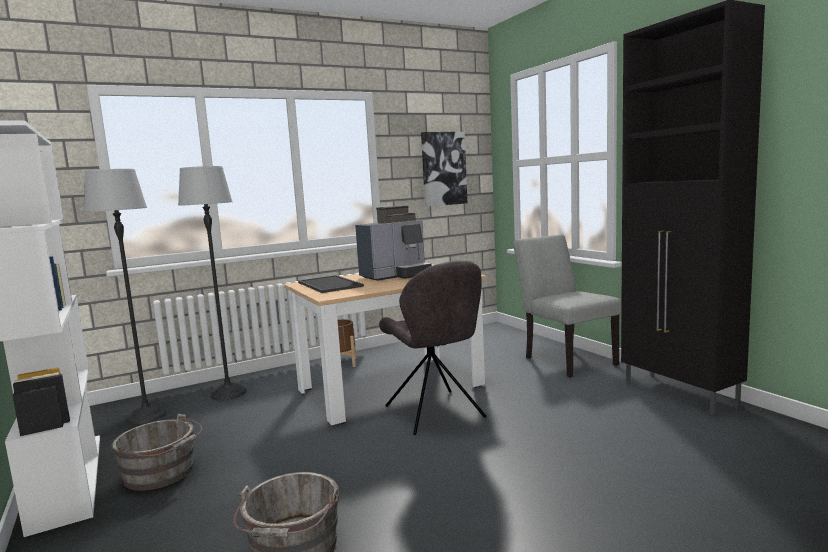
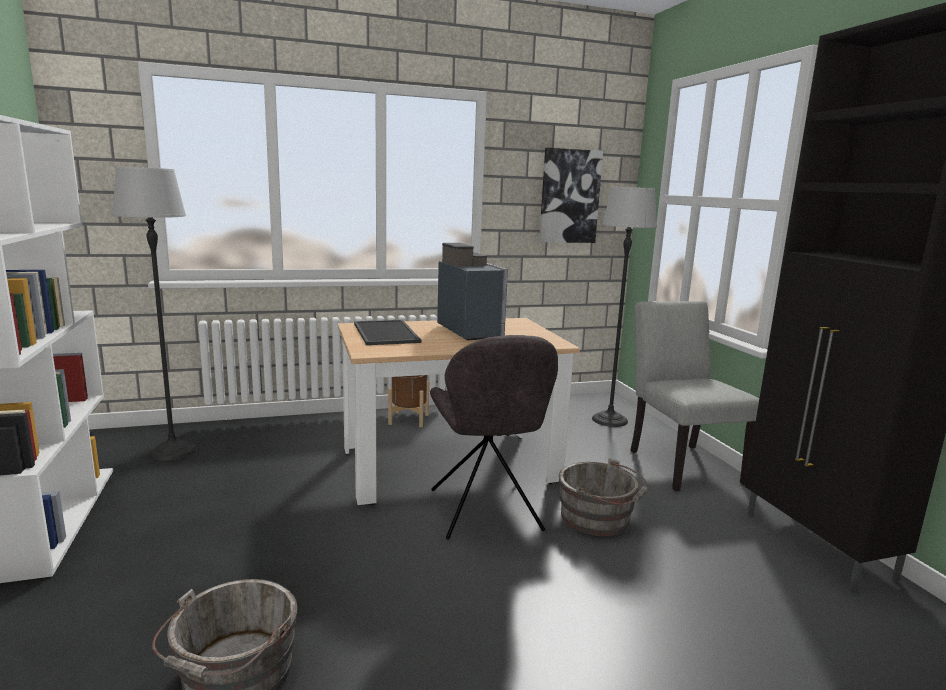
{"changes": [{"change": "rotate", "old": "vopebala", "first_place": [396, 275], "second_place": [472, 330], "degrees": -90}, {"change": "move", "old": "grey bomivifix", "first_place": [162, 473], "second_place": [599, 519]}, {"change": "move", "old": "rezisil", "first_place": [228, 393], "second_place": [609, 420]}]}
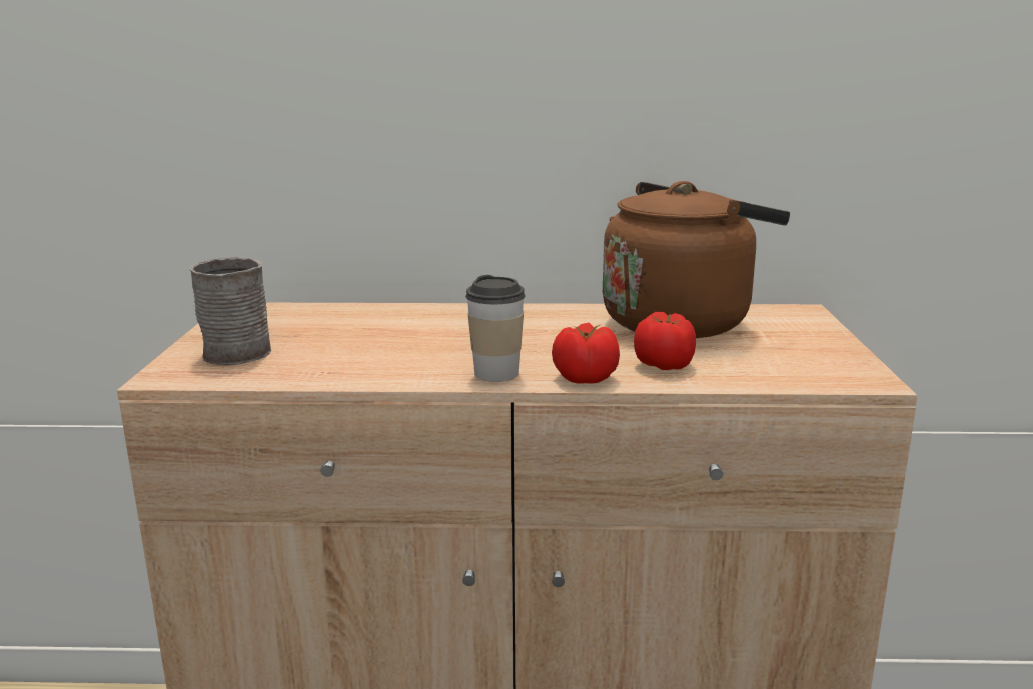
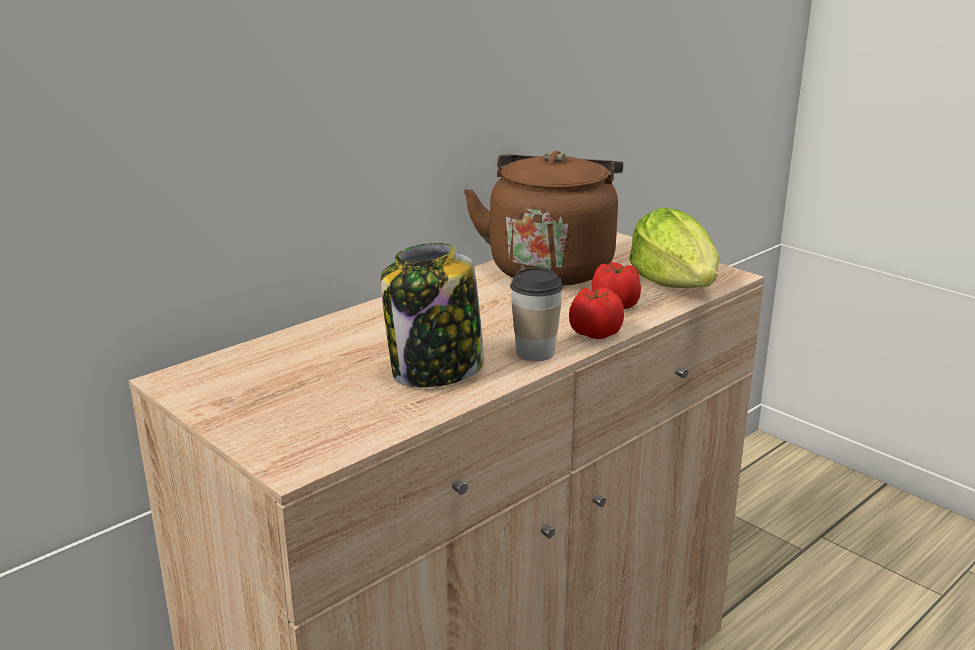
{"changes": [{"change": "insert", "new": "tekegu", "second_place": [435, 371]}, {"change": "insert", "new": "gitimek", "second_place": [676, 285]}, {"change": "delete", "old": "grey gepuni", "first_place": [238, 350]}]}
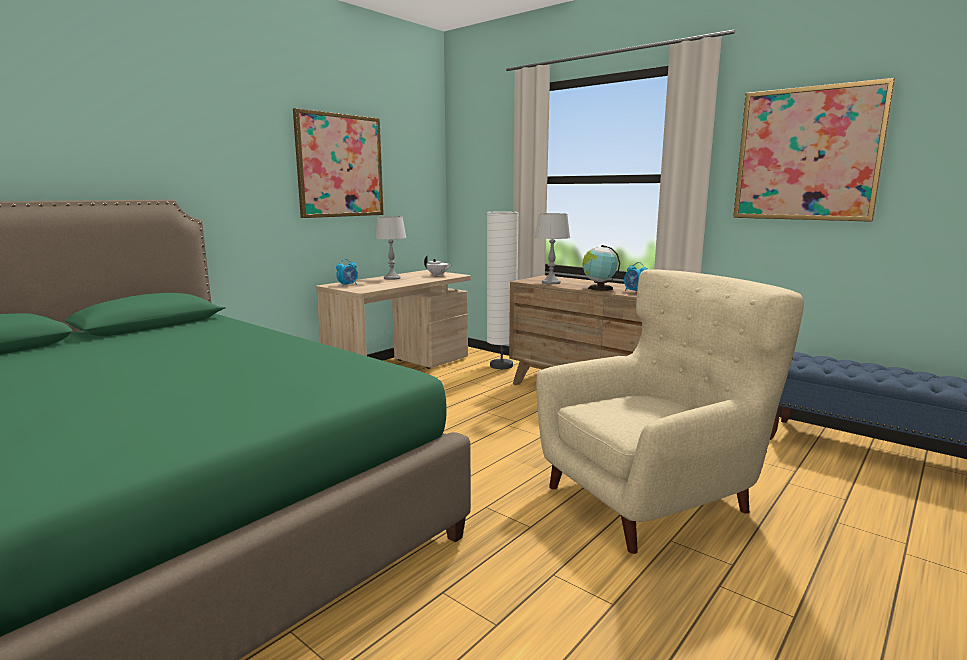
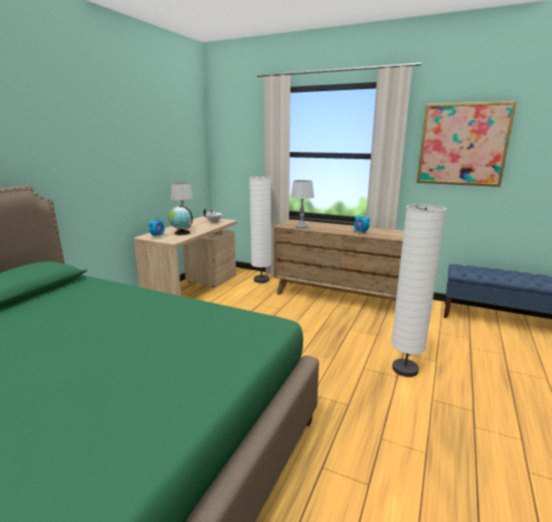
{"changes": [{"change": "move", "old": "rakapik", "first_place": [598, 288], "second_place": [181, 233]}, {"change": "replace", "old": "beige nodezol", "new": "white rezisil", "first_place": [651, 497], "second_place": [405, 369]}, {"change": "delete", "old": "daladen", "first_place": [340, 166]}]}
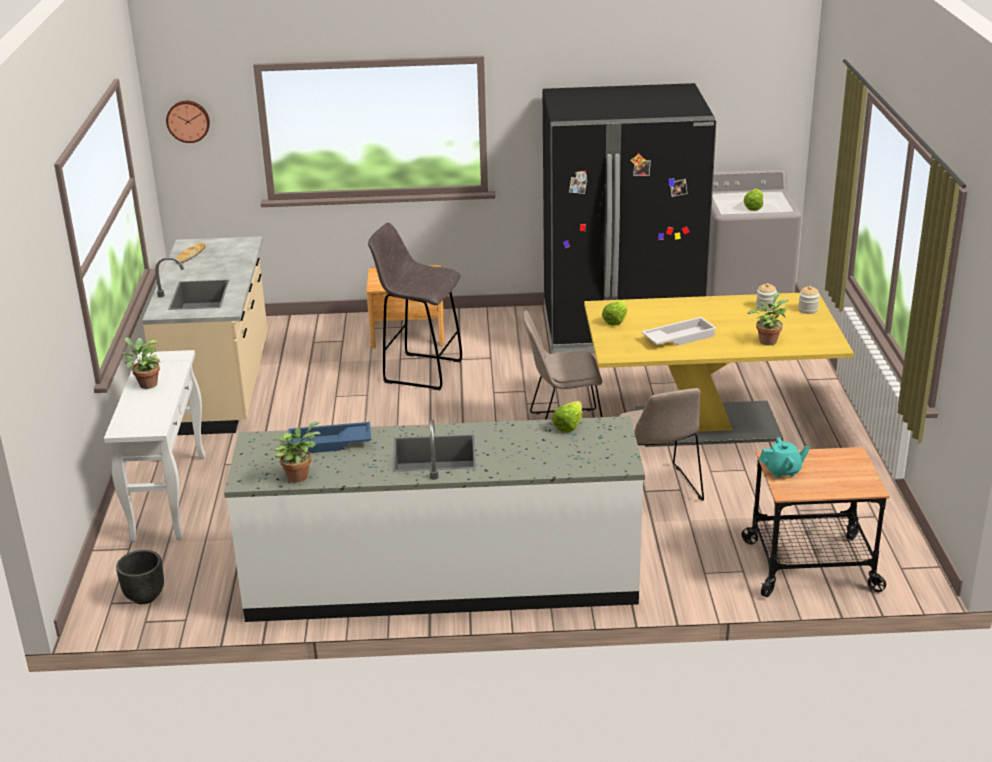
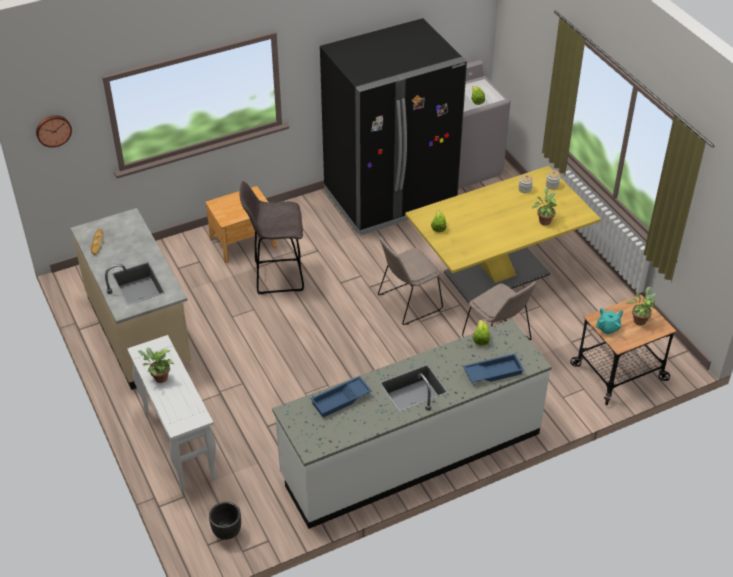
{"changes": [{"change": "insert", "new": "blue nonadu", "second_place": [493, 372]}, {"change": "move", "old": "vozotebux", "first_place": [299, 475], "second_place": [639, 319]}, {"change": "delete", "old": "white nonadu", "first_place": [678, 337]}]}
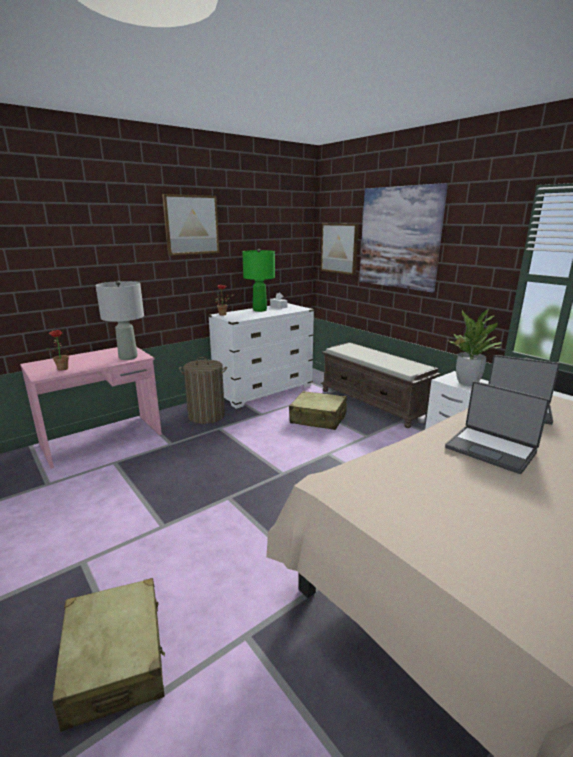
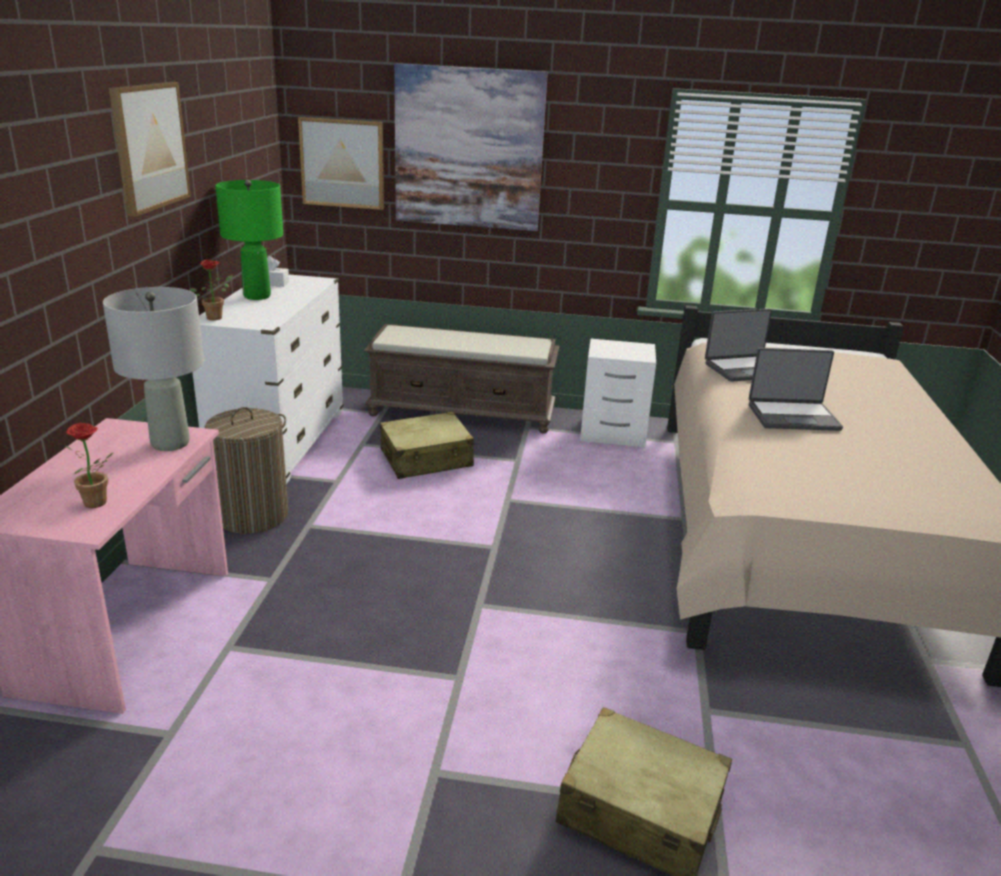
{"changes": [{"change": "delete", "old": "vozotebux", "first_place": [467, 383]}]}
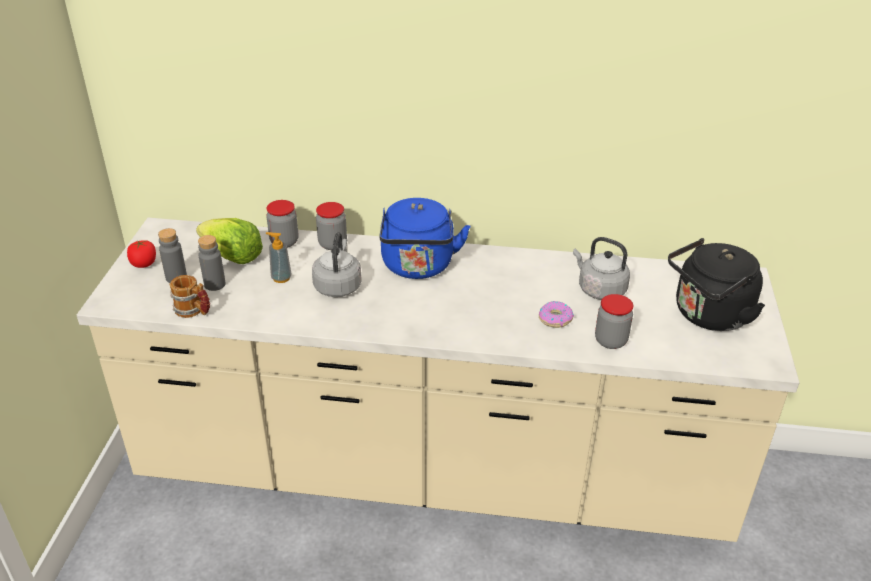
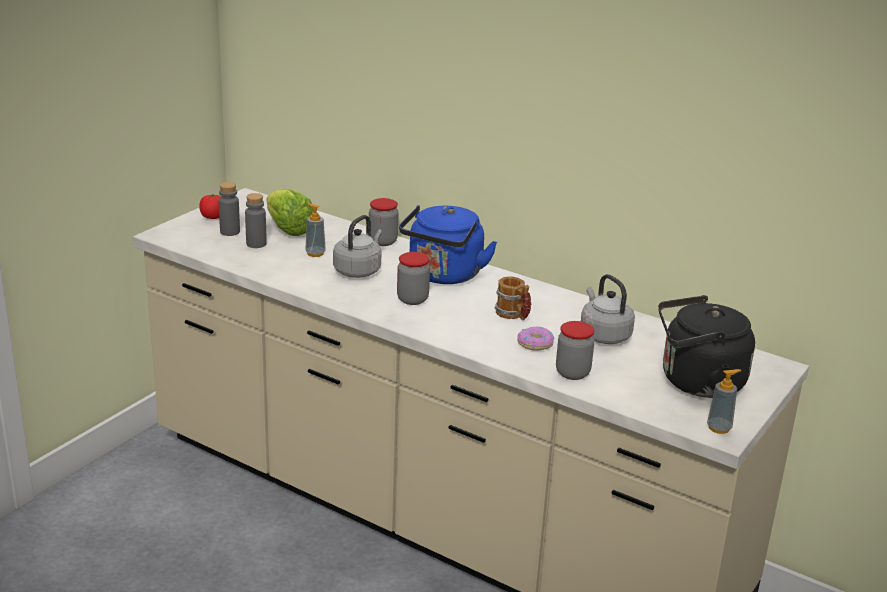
{"changes": [{"change": "move", "old": "tekegu", "first_place": [284, 242], "second_place": [412, 299]}, {"change": "move", "old": "gepuni", "first_place": [193, 311], "second_place": [513, 315]}, {"change": "insert", "new": "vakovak", "second_place": [719, 428]}]}
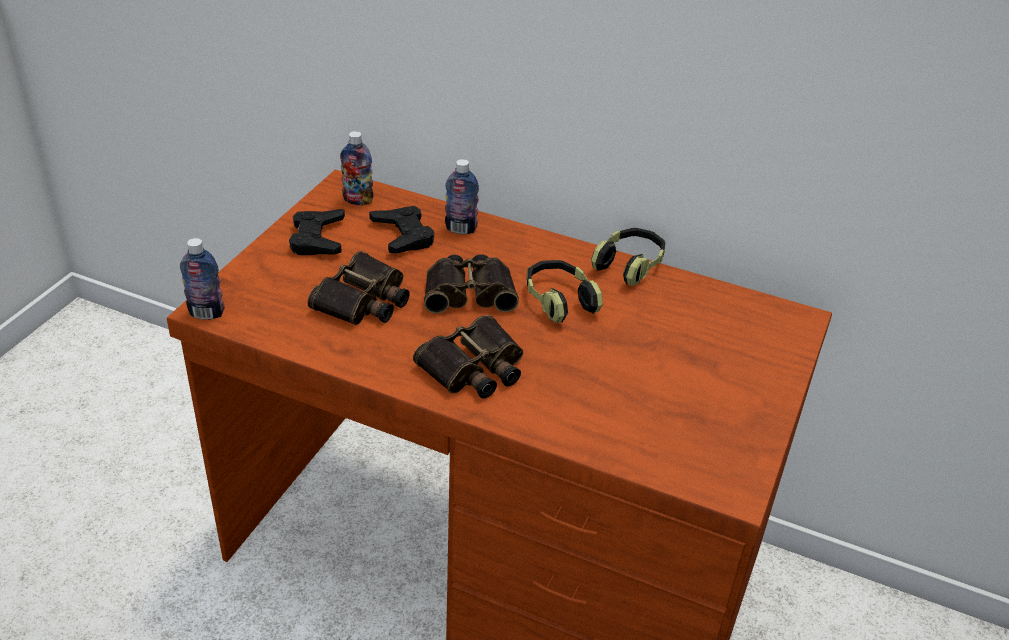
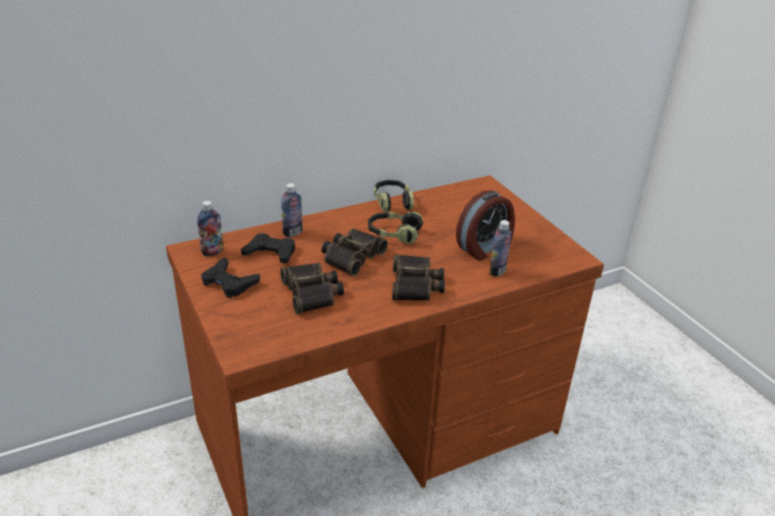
{"changes": [{"change": "insert", "new": "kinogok", "second_place": [485, 248]}, {"change": "move", "old": "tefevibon", "first_place": [206, 313], "second_place": [497, 271]}]}
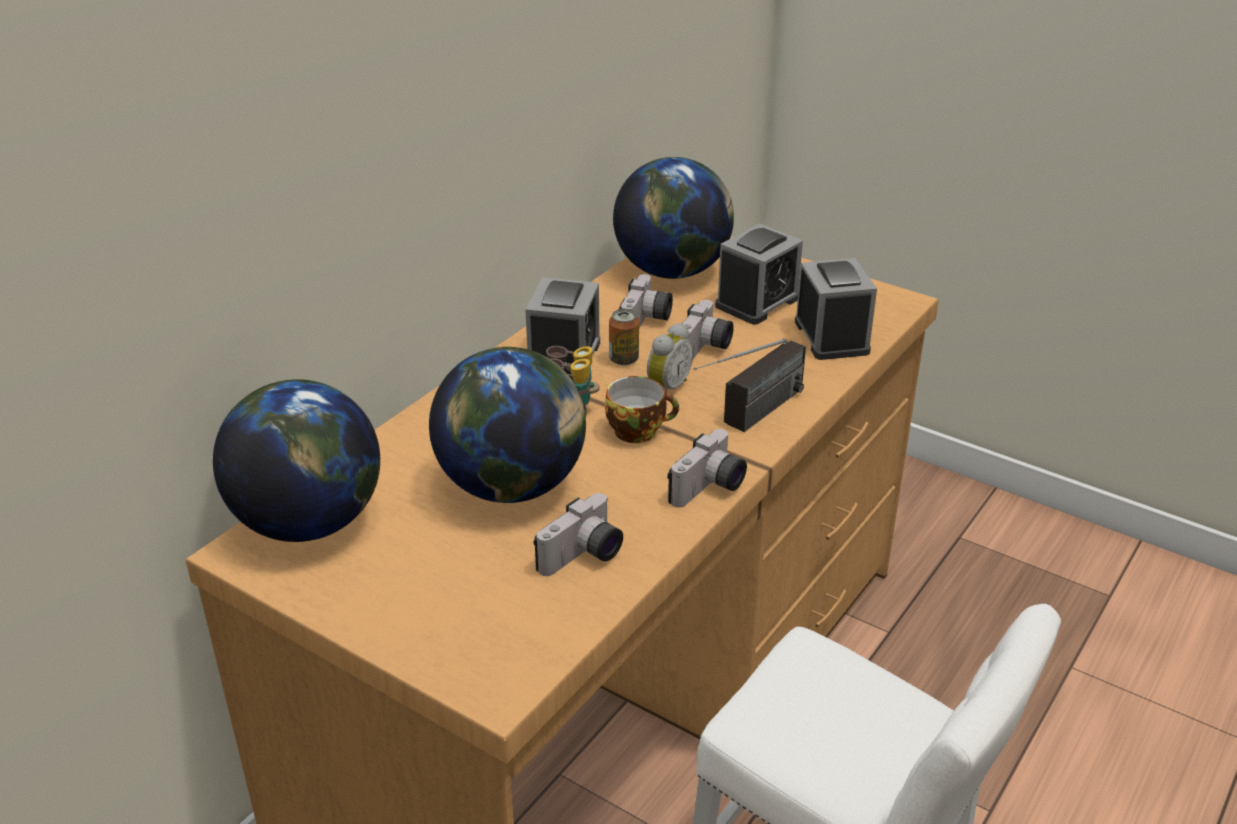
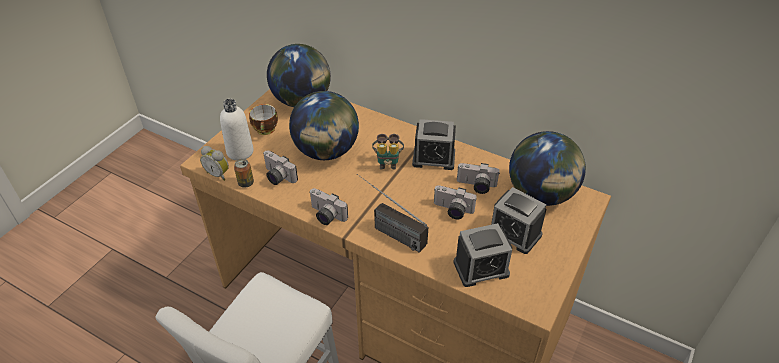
{"changes": [{"change": "move", "old": "kinogok", "first_place": [666, 388], "second_place": [218, 174]}, {"change": "insert", "new": "white tefevibon", "second_place": [240, 152]}, {"change": "move", "old": "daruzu", "first_place": [623, 359], "second_place": [246, 183]}, {"change": "move", "old": "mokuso", "first_place": [638, 430], "second_place": [266, 130]}]}
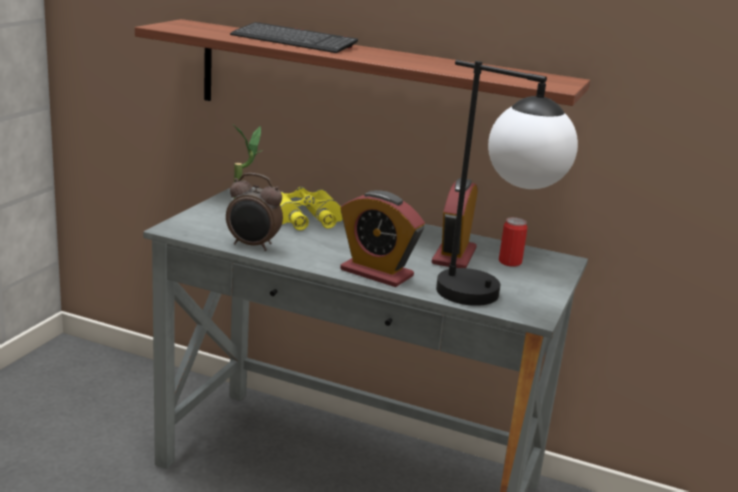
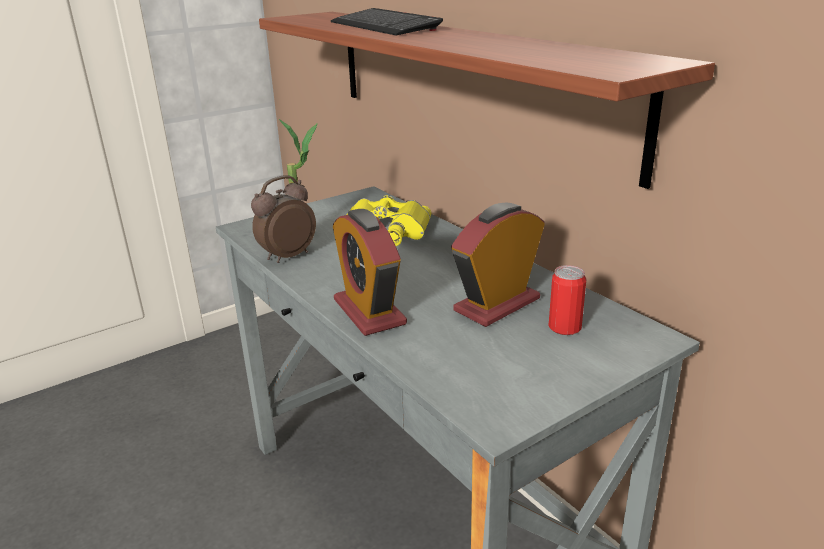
{"changes": [{"change": "rotate", "old": "kinogok", "first_place": [253, 246], "second_place": [287, 256], "degrees": 90}, {"change": "delete", "old": "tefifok", "first_place": [491, 299]}]}
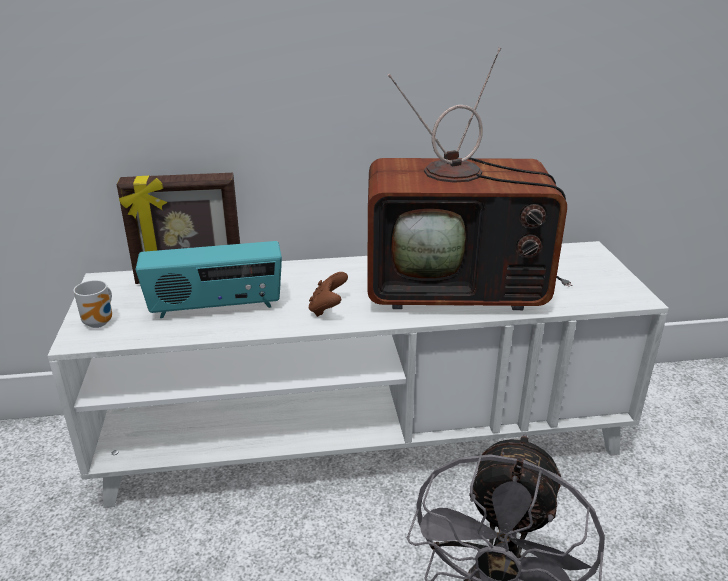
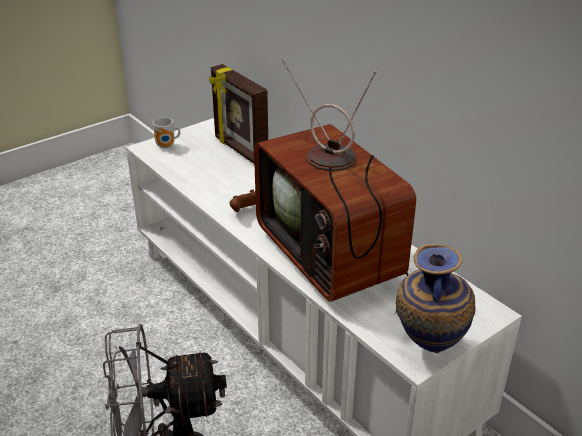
{"changes": [{"change": "insert", "new": "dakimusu", "second_place": [427, 348]}, {"change": "delete", "old": "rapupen", "first_place": [216, 307]}]}
